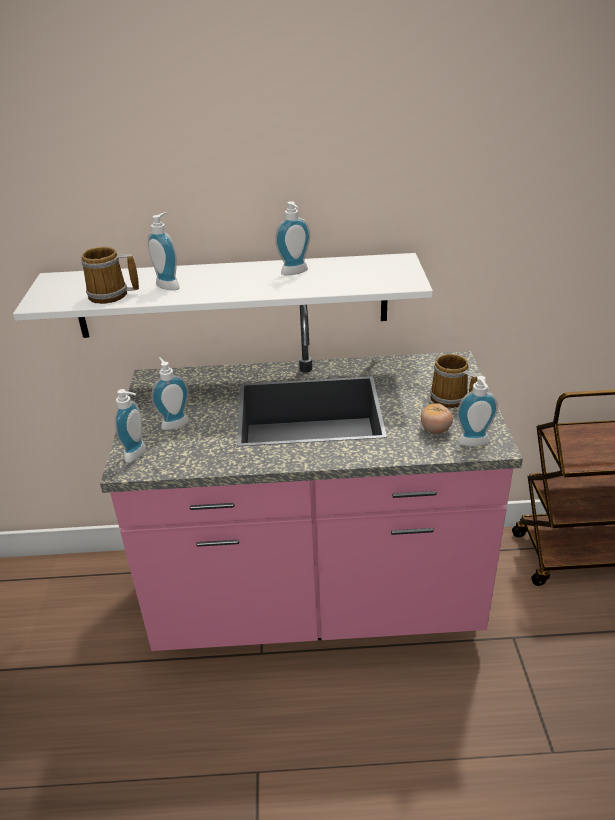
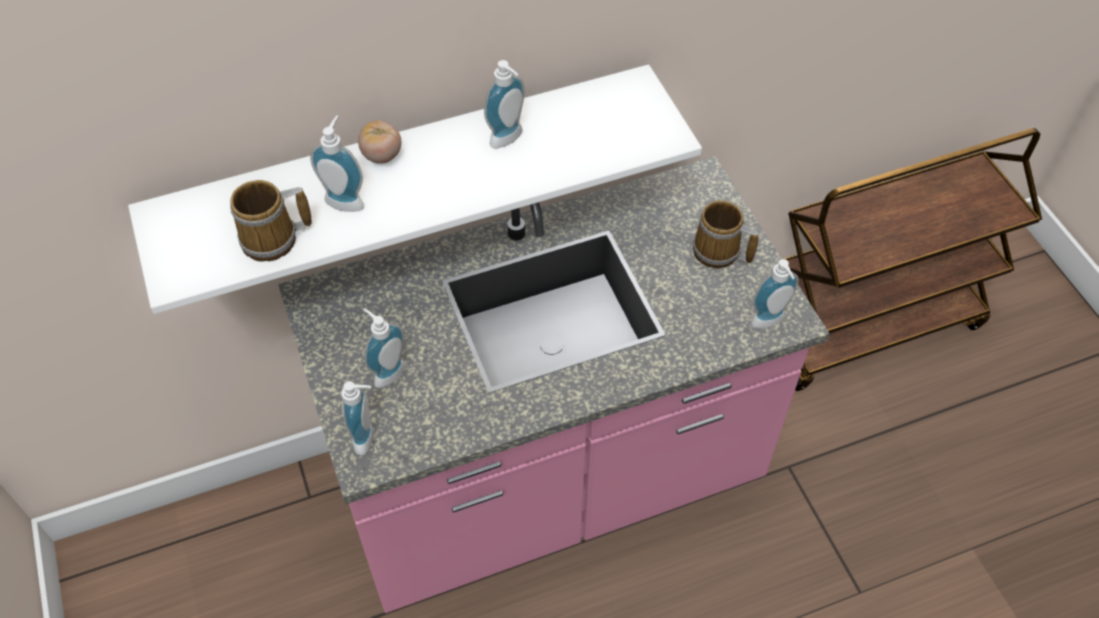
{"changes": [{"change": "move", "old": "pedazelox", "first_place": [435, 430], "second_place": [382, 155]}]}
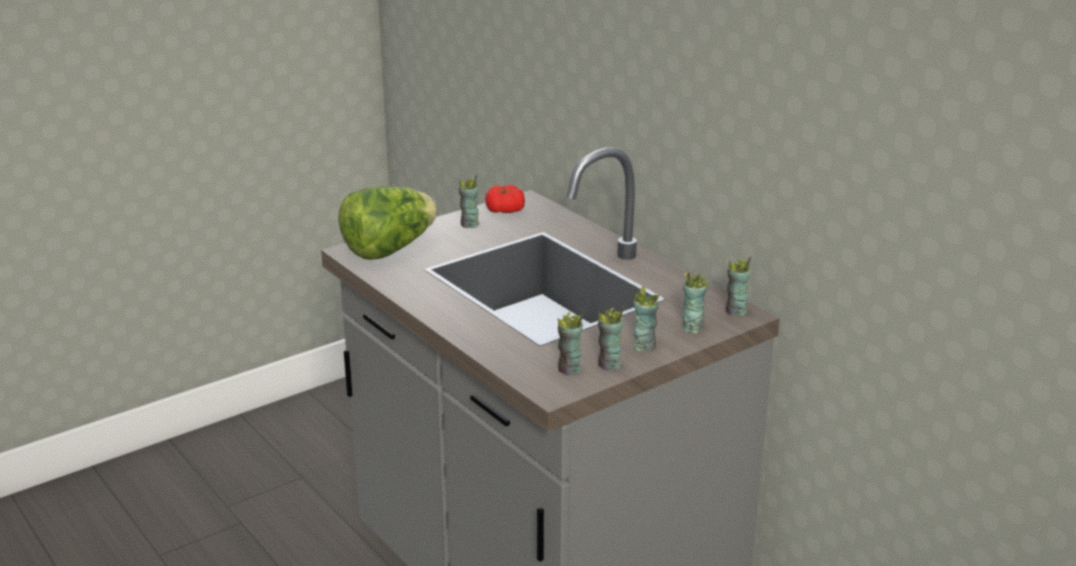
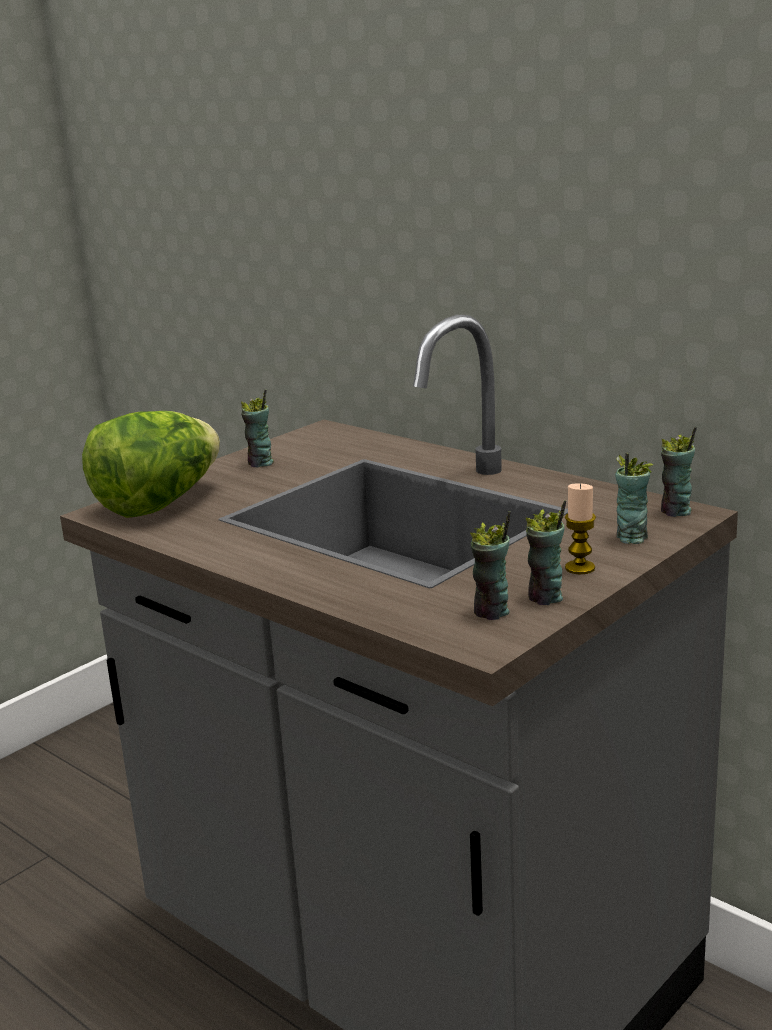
{"changes": [{"change": "replace", "old": "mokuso", "new": "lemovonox", "first_place": [644, 346], "second_place": [580, 568]}, {"change": "delete", "old": "pedazelox", "first_place": [505, 210]}]}
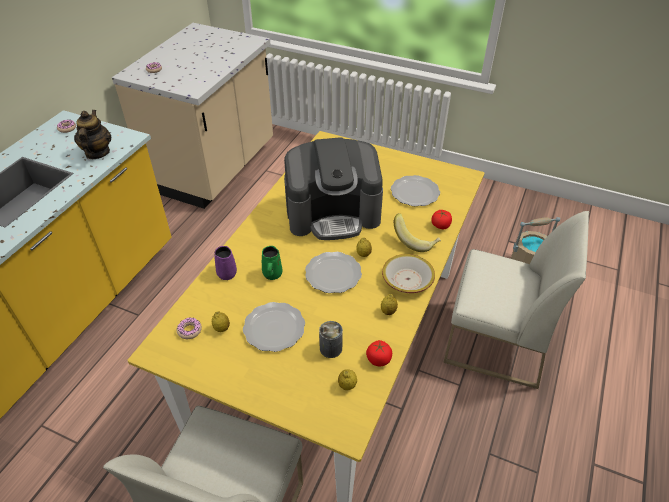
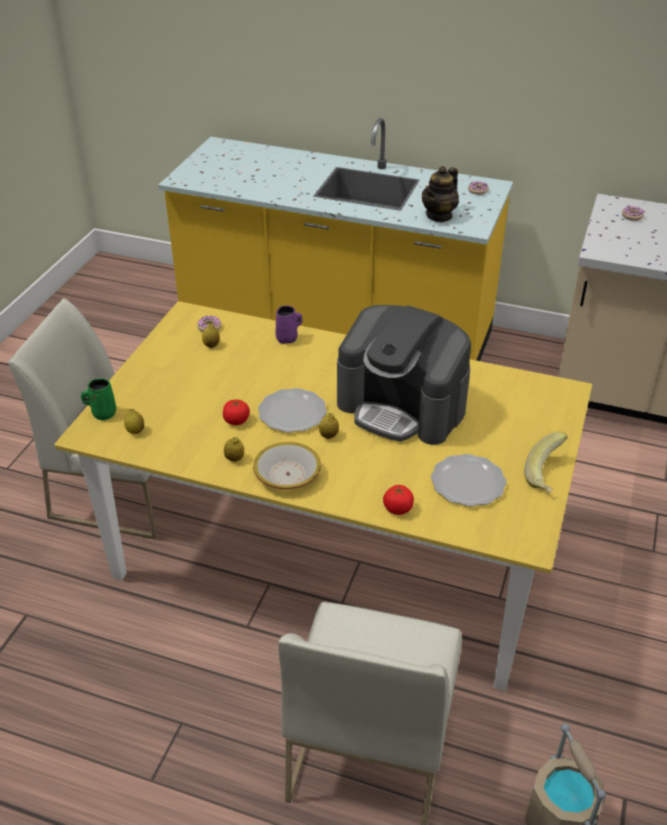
{"changes": [{"change": "move", "old": "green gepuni", "first_place": [272, 274], "second_place": [102, 413]}, {"change": "move", "old": "pedazelox", "first_place": [379, 359], "second_place": [236, 420]}, {"change": "rotate", "old": "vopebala", "first_place": [333, 213], "second_place": [402, 407], "degrees": -45}, {"change": "rotate", "old": "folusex", "first_place": [97, 153], "second_place": [439, 216], "degrees": 135}, {"change": "move", "old": "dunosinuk", "first_place": [415, 241], "second_place": [548, 476]}, {"change": "delete", "old": "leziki", "first_place": [273, 328]}, {"change": "delete", "old": "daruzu", "first_place": [331, 348]}]}
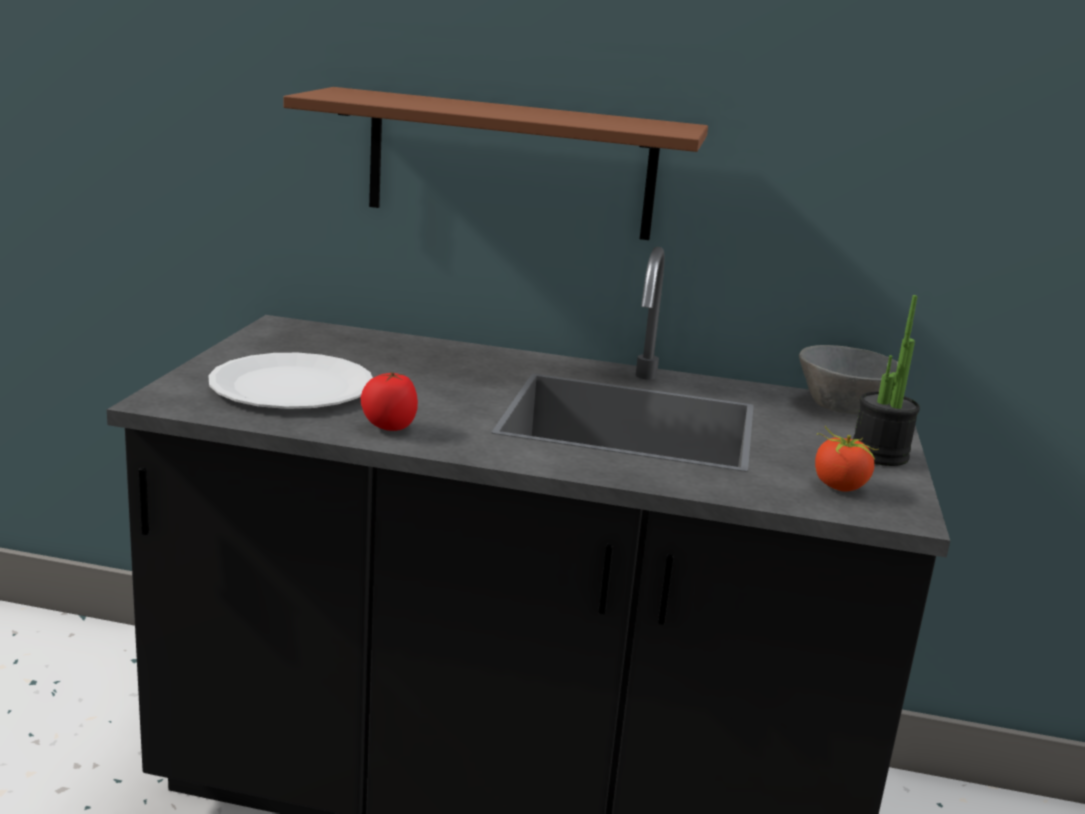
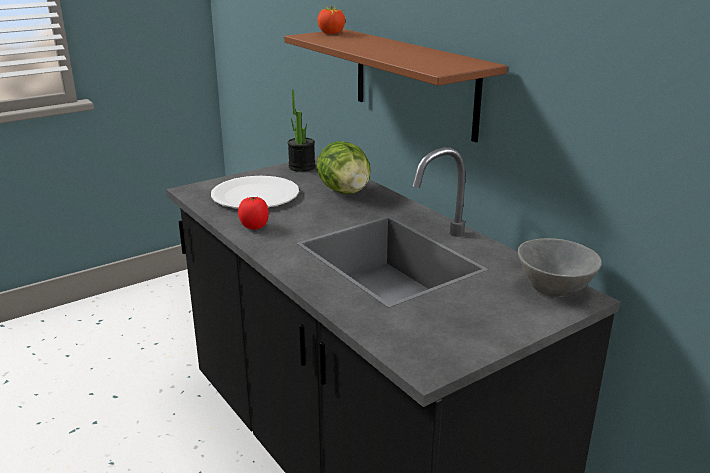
{"changes": [{"change": "move", "old": "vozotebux", "first_place": [879, 455], "second_place": [302, 167]}, {"change": "move", "old": "pedazelox", "first_place": [839, 486], "second_place": [331, 33]}, {"change": "insert", "new": "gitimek", "second_place": [345, 191]}]}
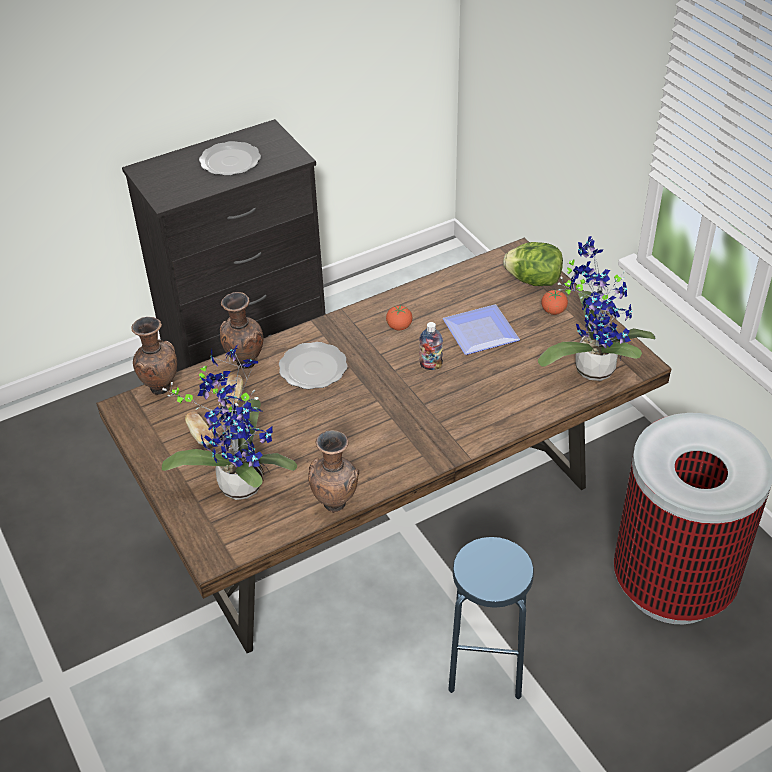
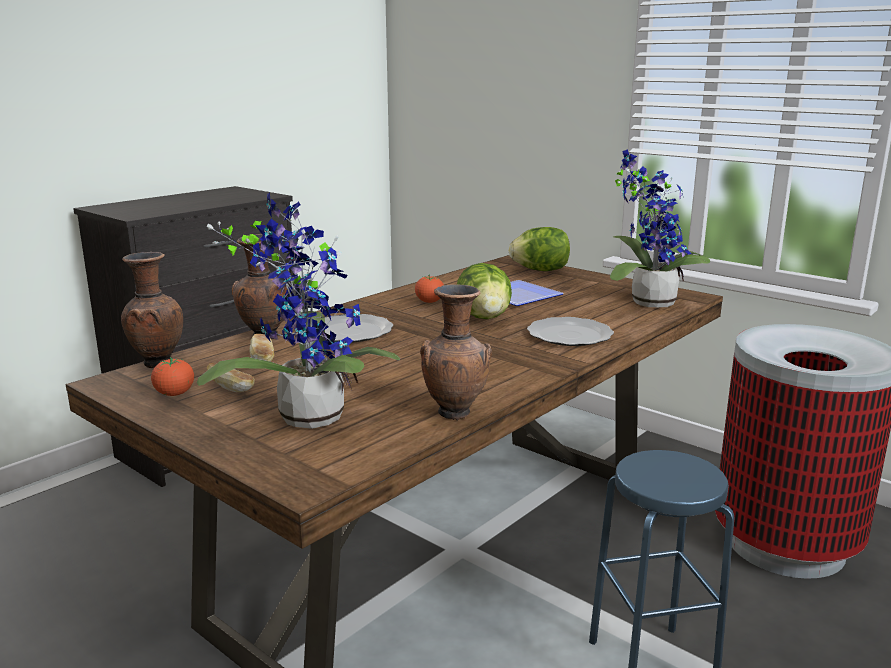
{"changes": [{"change": "move", "old": "pedazelox", "first_place": [553, 311], "second_place": [174, 394]}, {"change": "replace", "old": "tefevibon", "new": "gitimek", "first_place": [430, 365], "second_place": [484, 317]}, {"change": "move", "old": "leziki", "first_place": [229, 161], "second_place": [568, 335]}]}
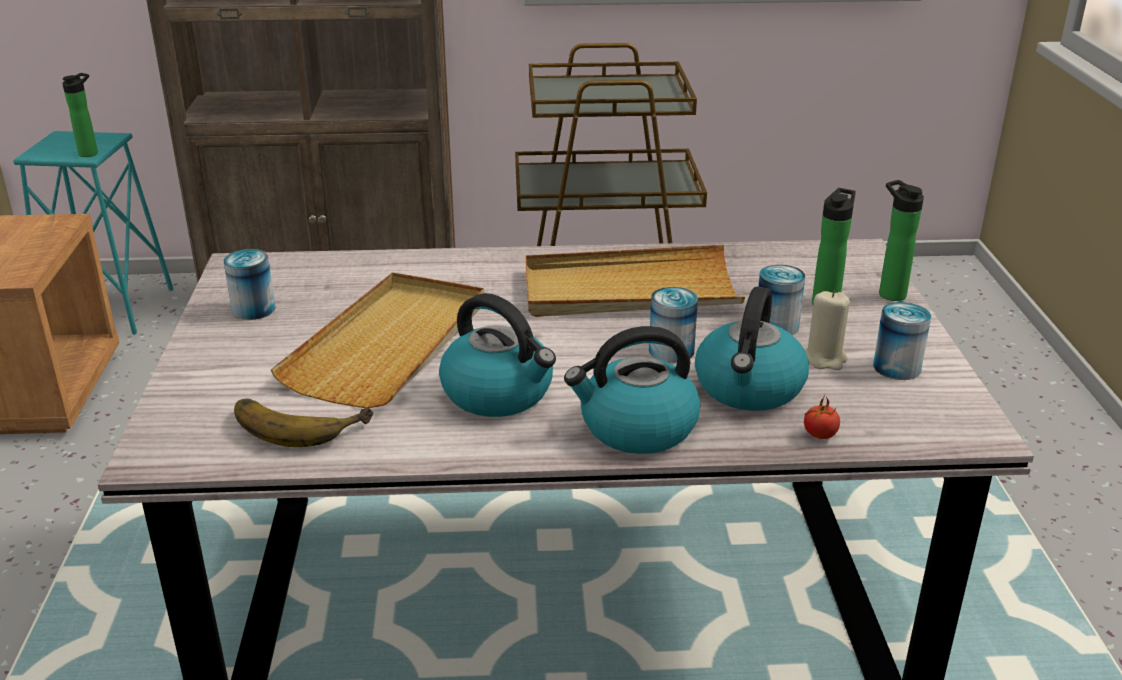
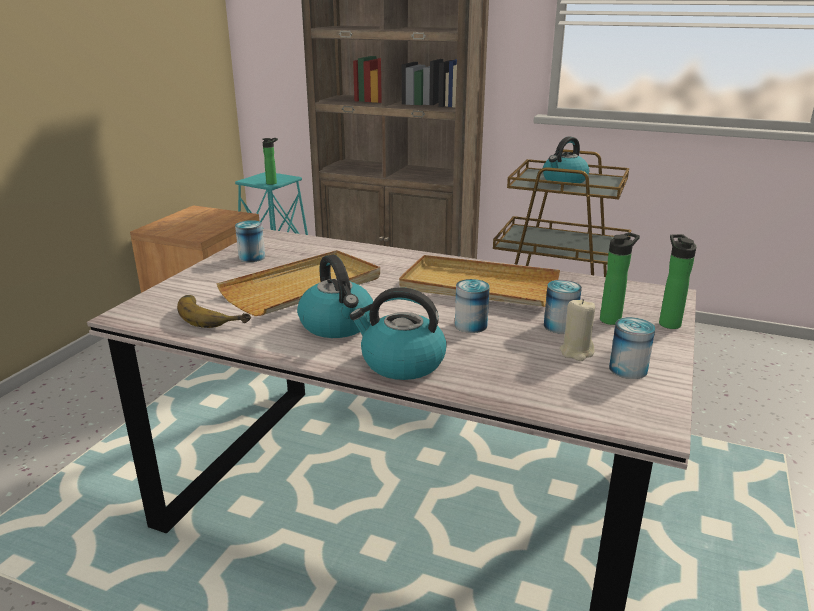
{"changes": [{"change": "move", "old": "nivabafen", "first_place": [749, 388], "second_place": [564, 180]}, {"change": "delete", "old": "pedazelox", "first_place": [819, 435]}]}
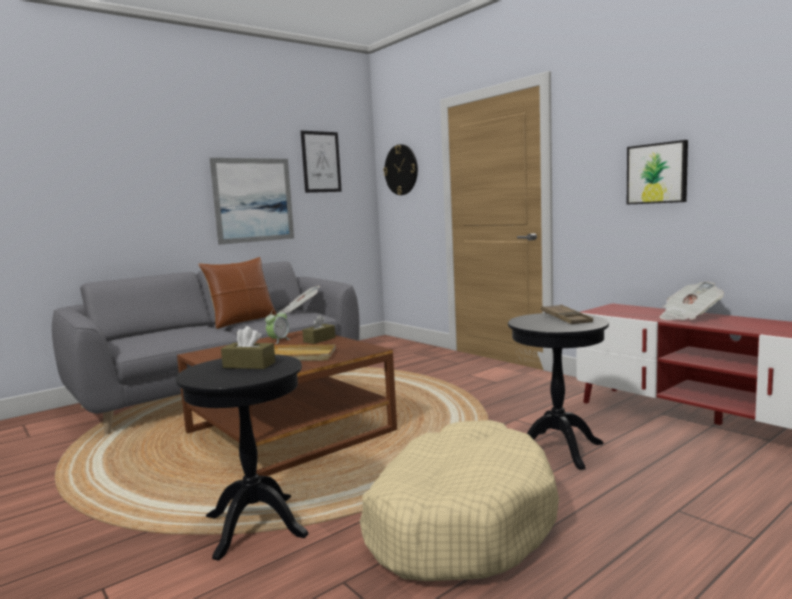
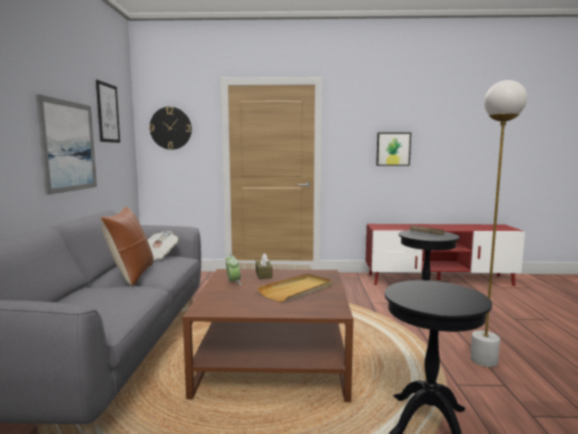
{"changes": [{"change": "replace", "old": "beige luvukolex", "new": "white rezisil", "first_place": [459, 521], "second_place": [484, 360]}, {"change": "delete", "old": "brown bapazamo", "first_place": [249, 365]}, {"change": "delete", "old": "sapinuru", "first_place": [688, 317]}]}
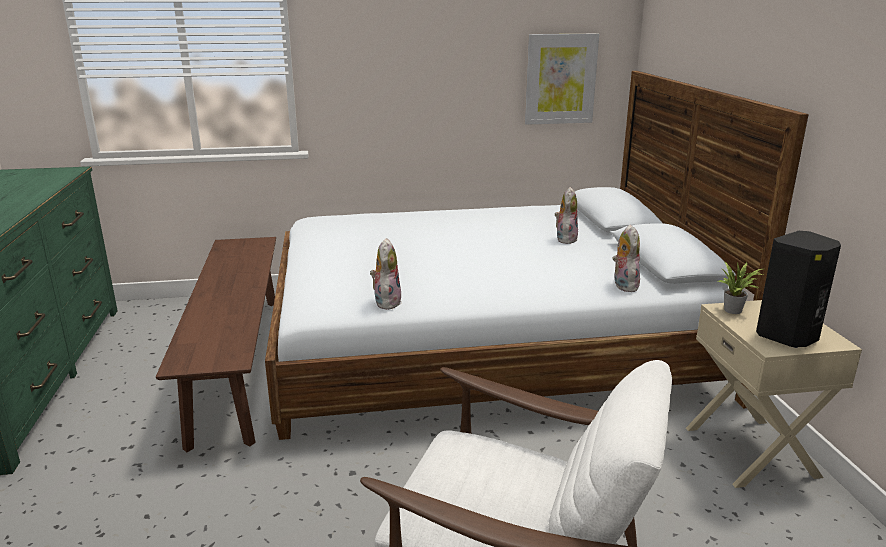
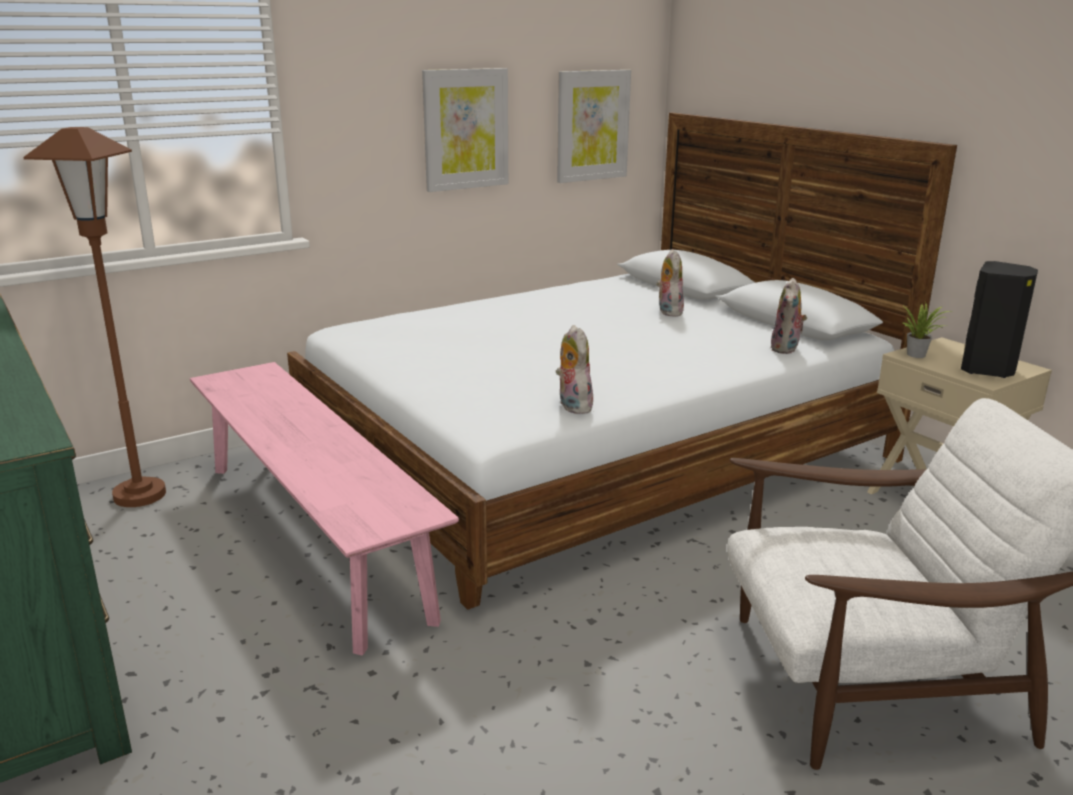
{"changes": [{"change": "insert", "new": "brown rezisil", "second_place": [140, 495]}, {"change": "recolor", "old": "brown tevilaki", "new": "pink tevilaki", "first_place": [238, 363], "second_place": [312, 536]}, {"change": "insert", "new": "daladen", "second_place": [465, 129]}, {"change": "rotate", "old": "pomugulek", "first_place": [623, 285], "second_place": [786, 349], "degrees": -135}]}
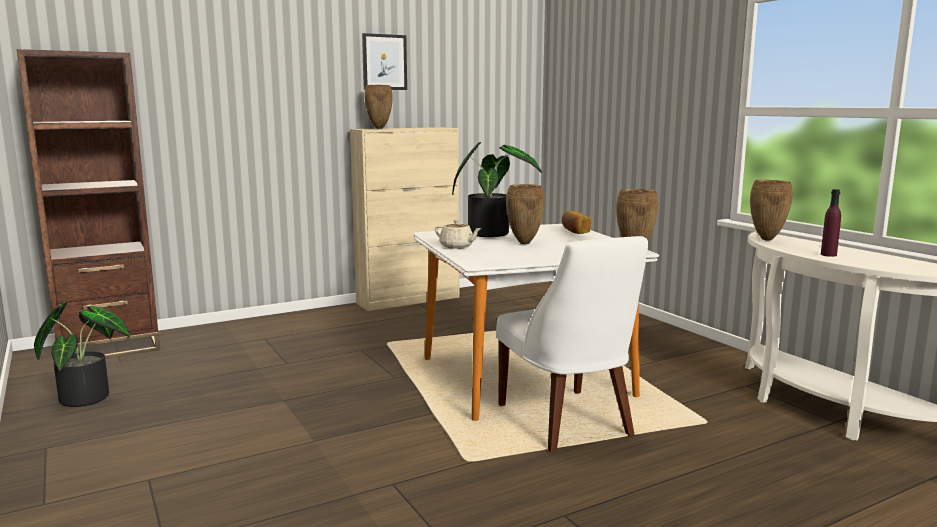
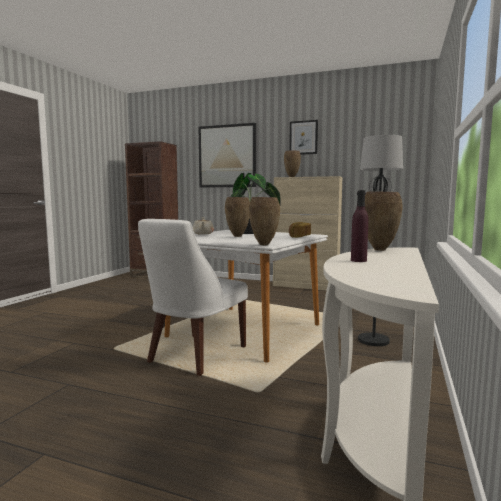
{"changes": [{"change": "insert", "new": "daladen", "second_place": [227, 156]}, {"change": "insert", "new": "black rezisil", "second_place": [374, 340]}, {"change": "delete", "old": "vozotebux", "first_place": [90, 396]}]}
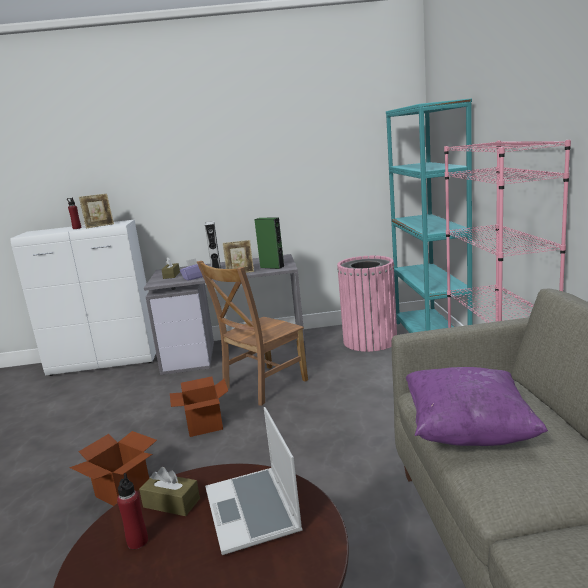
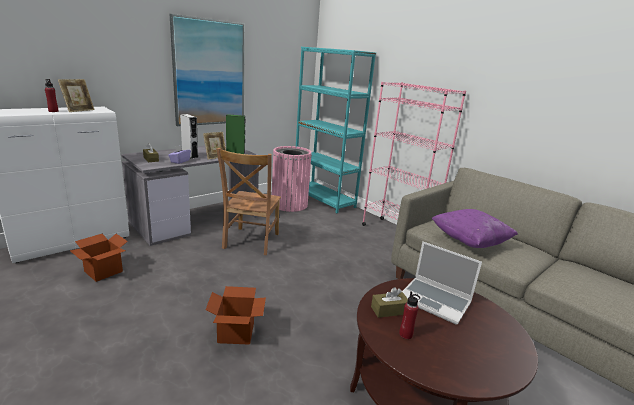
{"changes": [{"change": "move", "old": "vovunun", "first_place": [205, 425], "second_place": [103, 271]}, {"change": "insert", "new": "daladen", "second_place": [209, 73]}]}
